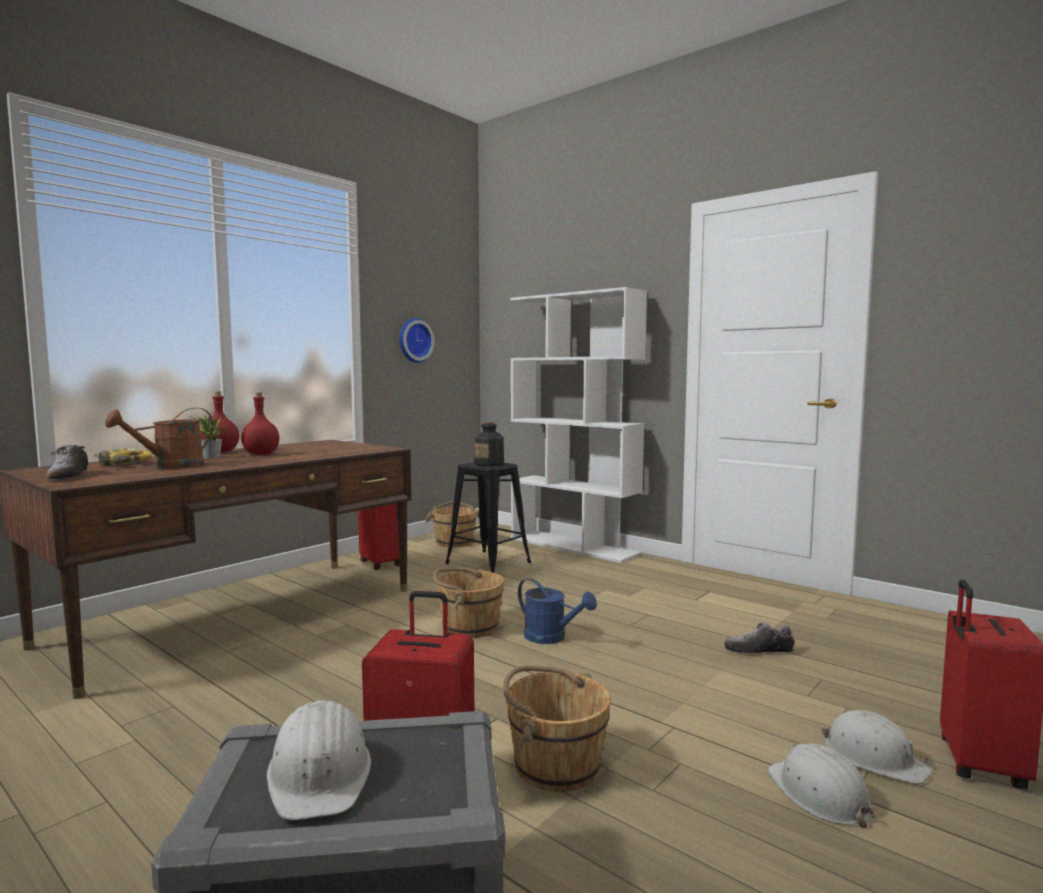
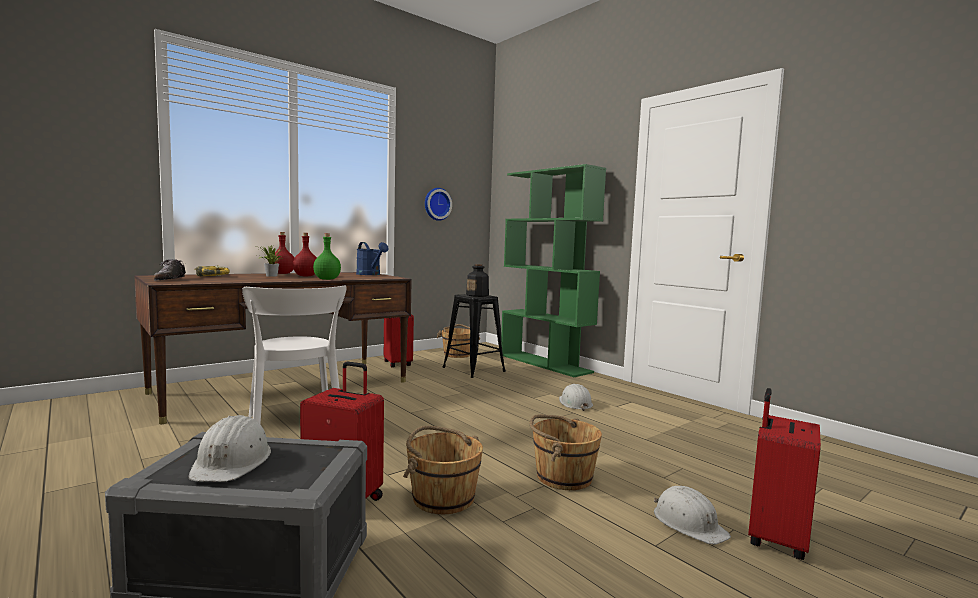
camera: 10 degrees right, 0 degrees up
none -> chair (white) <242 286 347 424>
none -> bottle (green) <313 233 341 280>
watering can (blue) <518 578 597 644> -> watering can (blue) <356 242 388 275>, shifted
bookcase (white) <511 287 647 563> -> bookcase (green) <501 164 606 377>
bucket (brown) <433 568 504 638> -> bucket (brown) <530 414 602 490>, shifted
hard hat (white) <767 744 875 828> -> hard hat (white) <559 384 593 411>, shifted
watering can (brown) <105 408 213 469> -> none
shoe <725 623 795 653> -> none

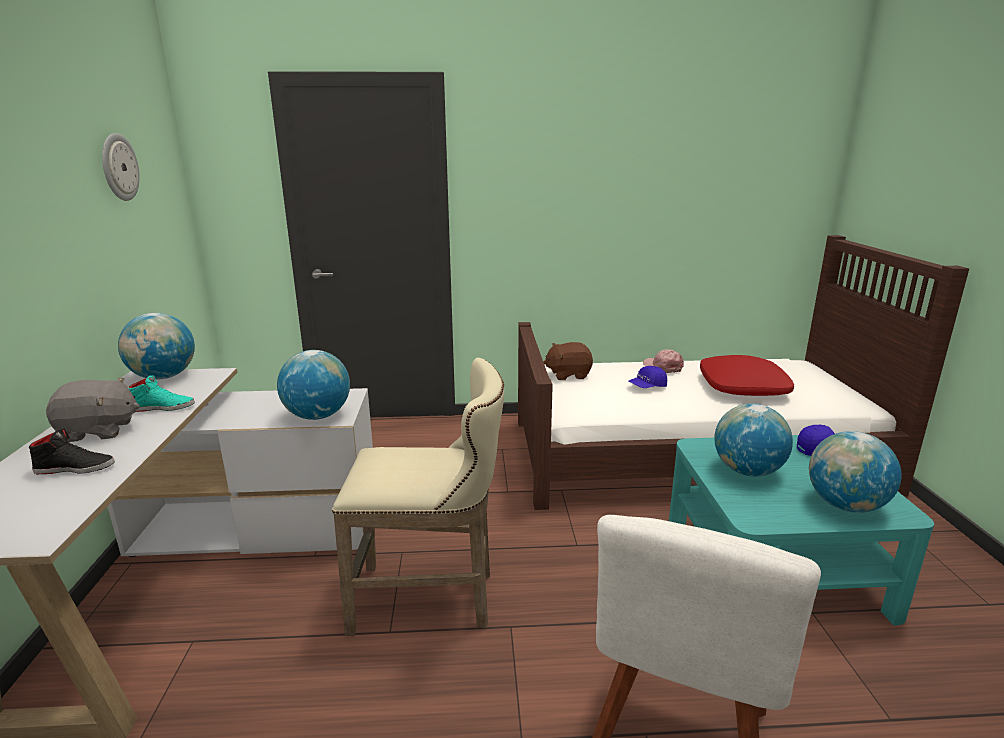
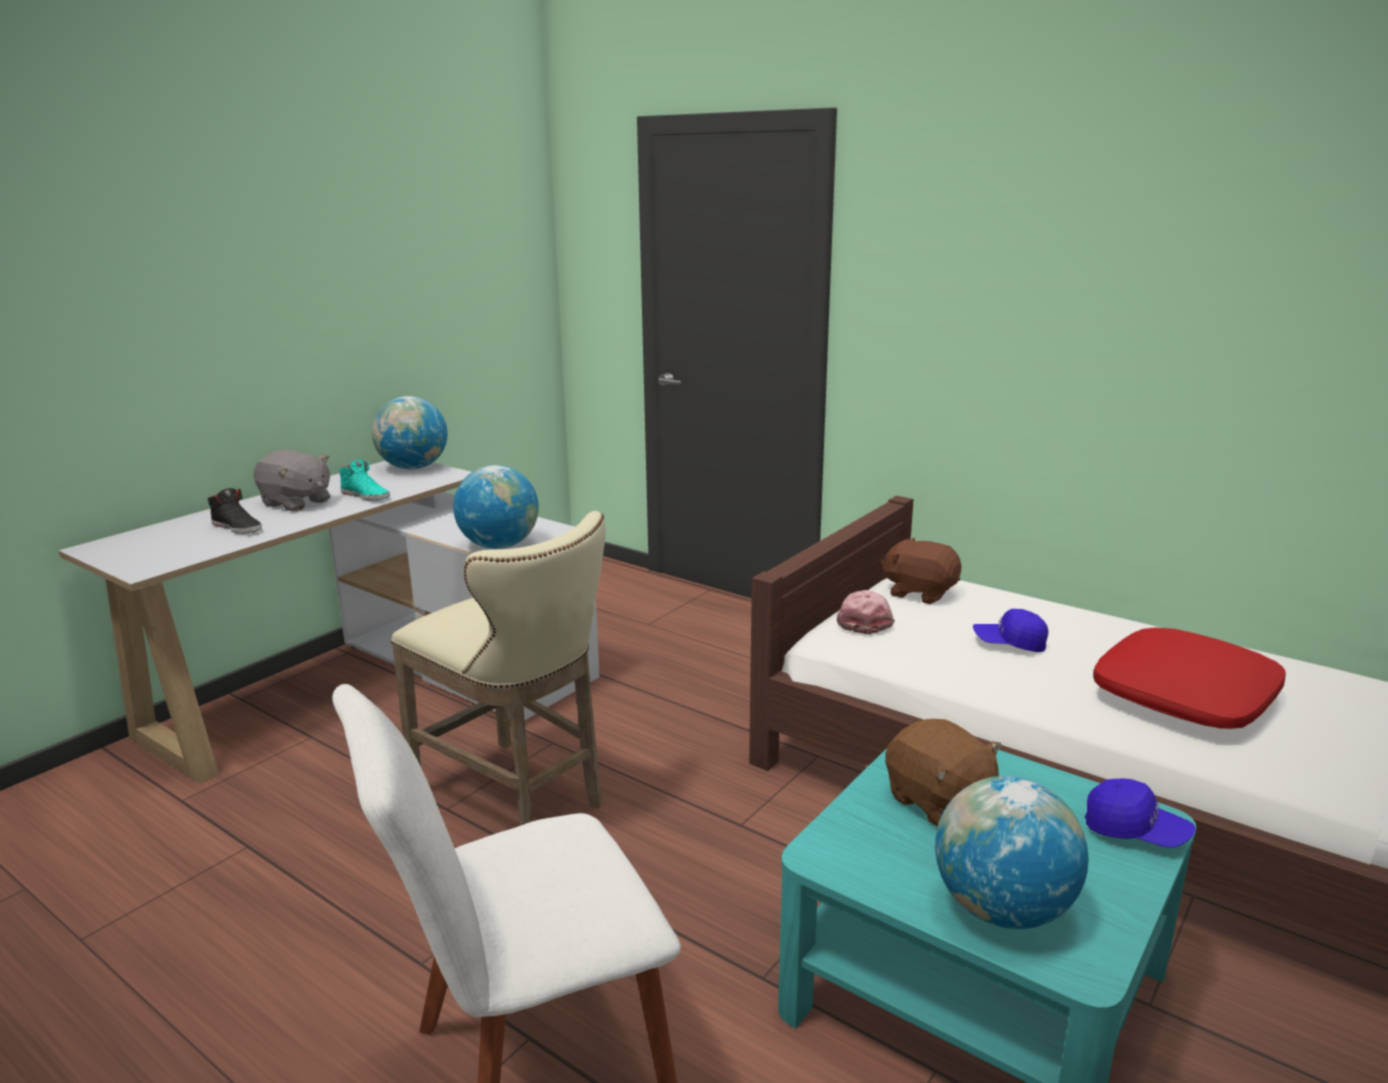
camera: 40 degrees right, 0 degrees up
cap (pink) <643 349 684 373> -> cap (pink) <837 590 895 635>, shifted
globe <714 404 793 477> -> plush toy (brown) <885 719 1002 826>
wall clock <102 133 140 201> -> none

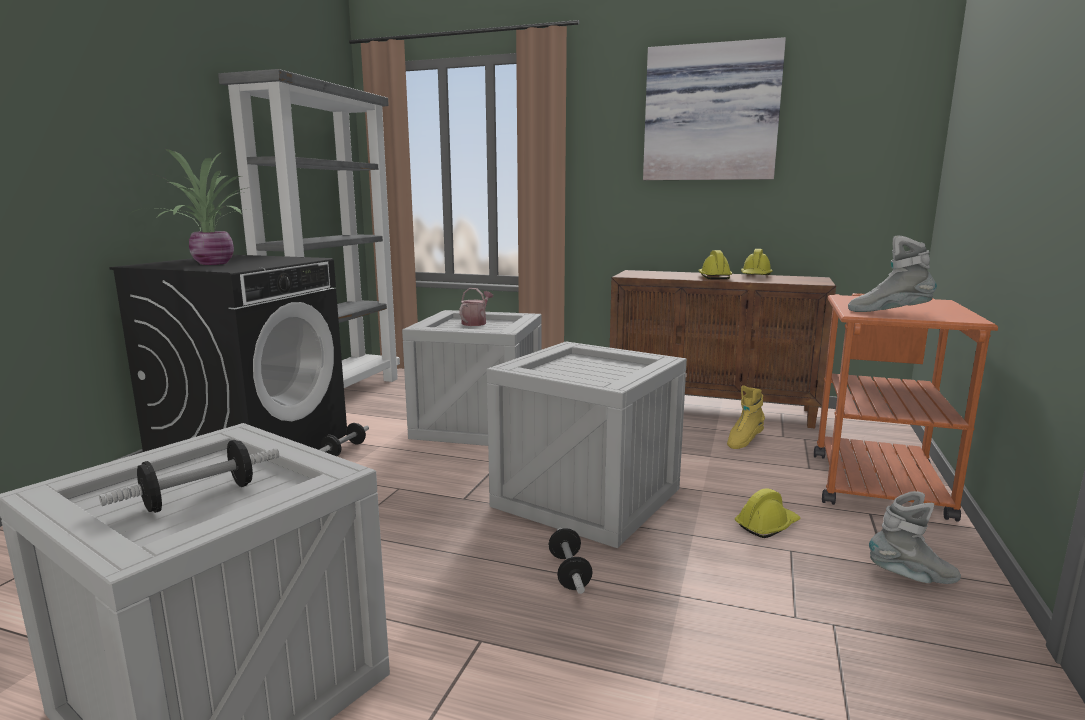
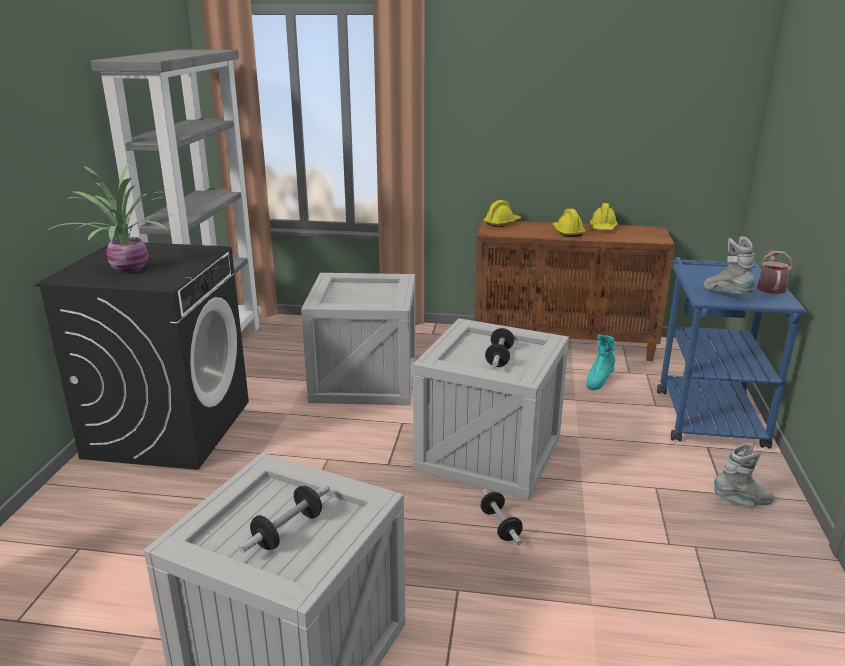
camera: 10 degrees left, 10 degrees up
hard hat (yellow) <735 488 801 538> -> hard hat (yellow) <483 200 521 227>, shifted
dumbbell <319 423 369 456> -> dumbbell <485 328 514 367>, shifted
boot (yellow) <727 385 765 449> -> boot (turquoise) <586 335 615 390>
cart (orange) <814 293 998 522> -> cart (blue) <657 257 807 449>
boot (grey) <848 236 937 312> -> boot (grey) <704 236 756 294>, 60 degrees clockwise
watering can <459 288 493 326> -> watering can <757 250 793 294>, shifted
picture <643 37 786 180> -> none

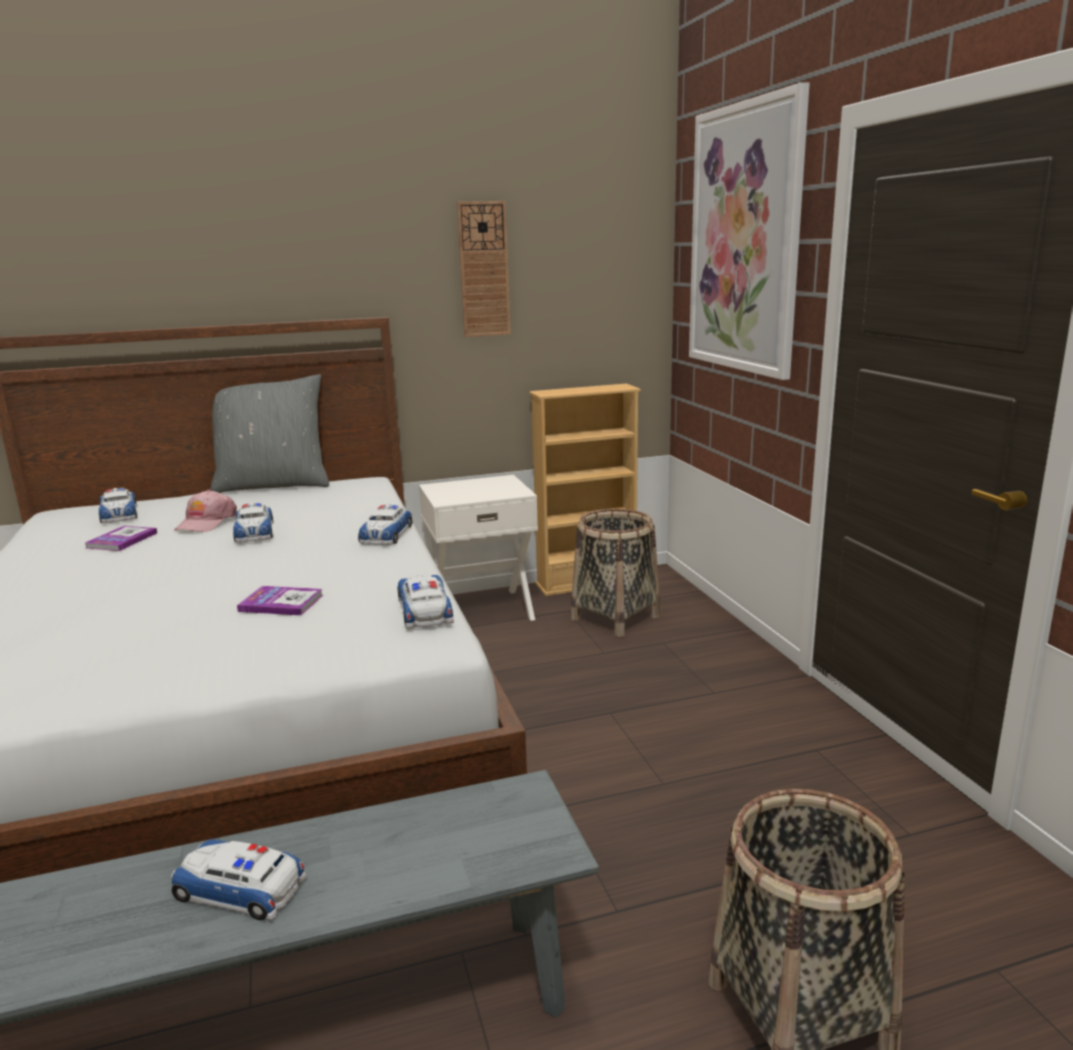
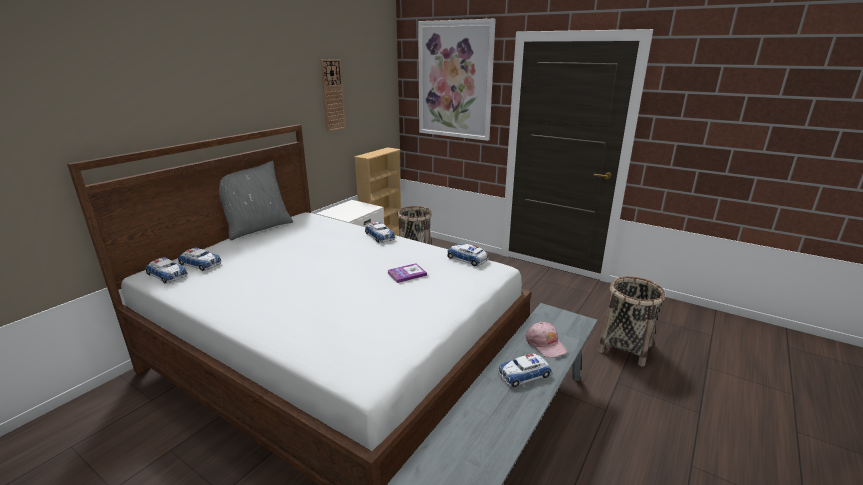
camera: 40 degrees left, 5 degrees up
toy car <233 503 273 542> -> toy car <145 257 187 283>, shifted
cap (pink) <174 490 237 532> -> cap (pink) <526 322 567 358>, shifted
book <85 526 157 551> -> none

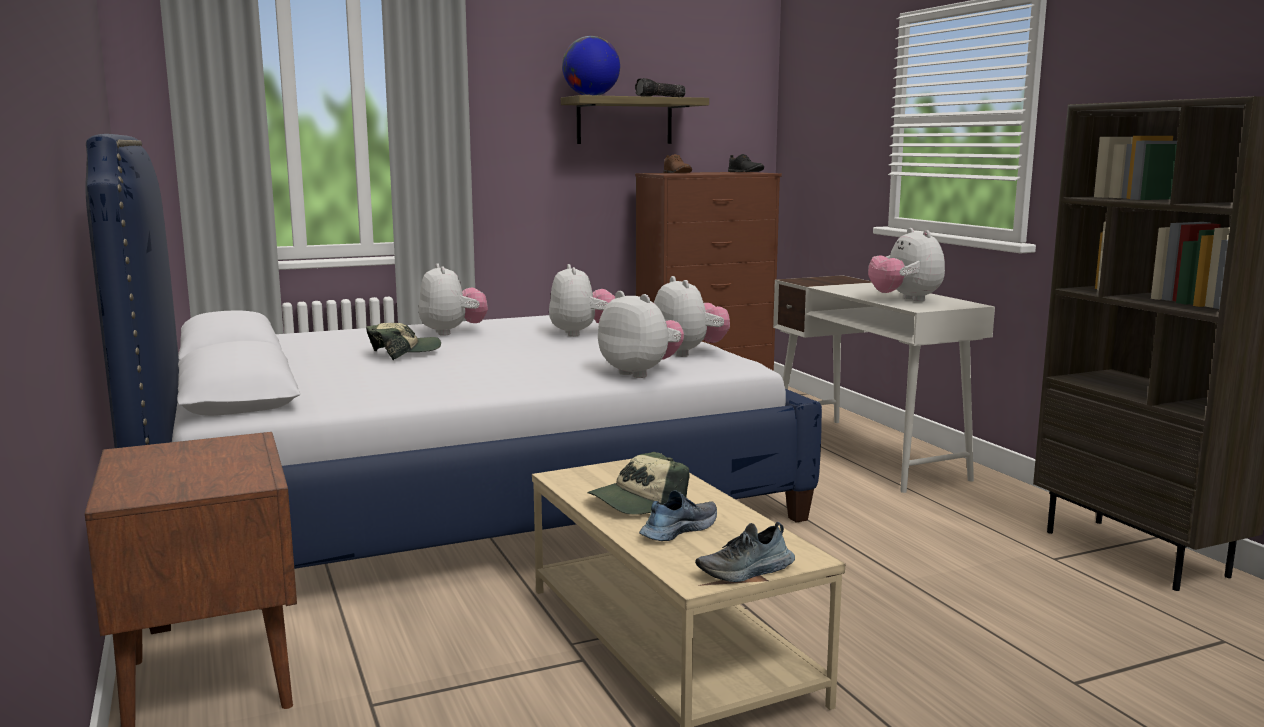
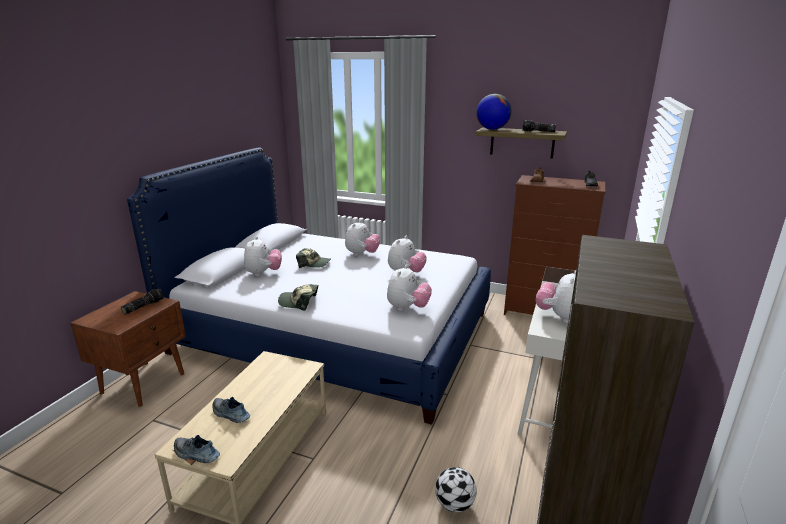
camera: 45 degrees right, 10 degrees up
none -> flashlight <121 289 164 315>
shoe <639 490 717 541> -> shoe <212 397 250 423>, 150 degrees counterclockwise
plush toy <598 291 684 378> -> plush toy <244 236 282 276>, shifted
cap <587 452 689 515> -> cap <278 284 318 311>, shifted
none -> football <435 467 477 512>

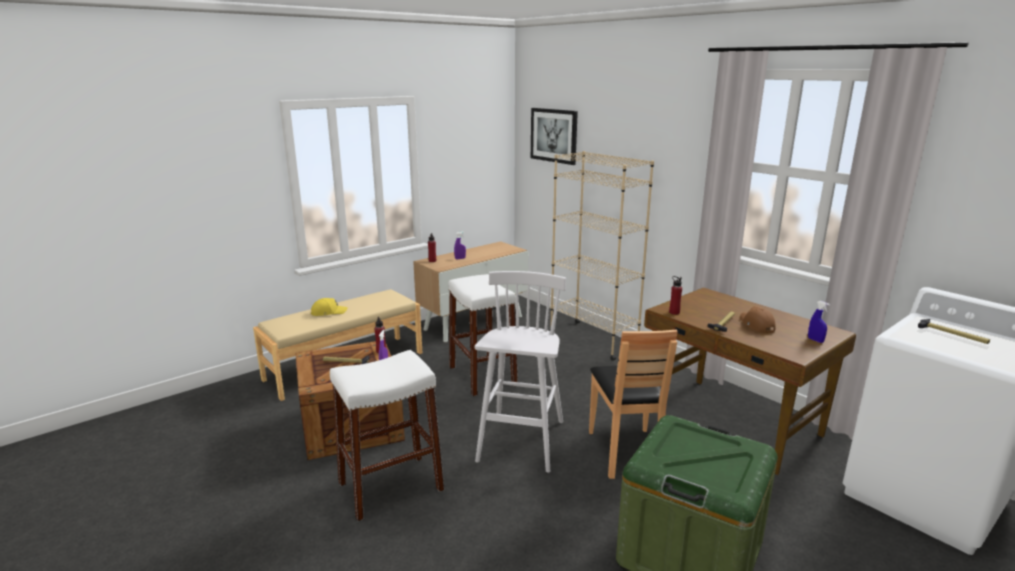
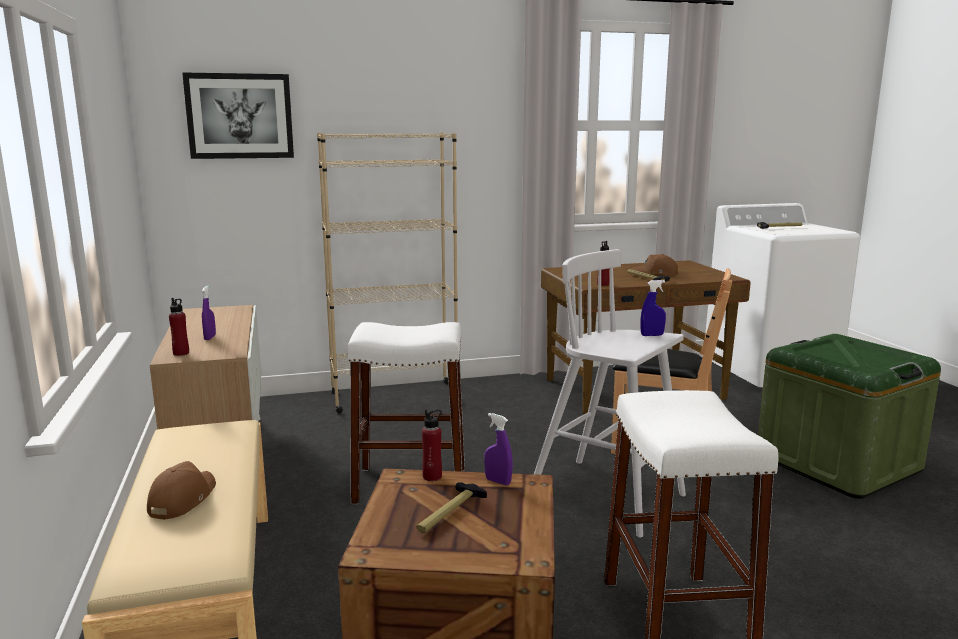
camera: 65 degrees left, 5 degrees down
cap (yellow) <311 298 348 316> -> cap (brown) <147 461 216 520>
spray bottle (blue) <808 301 830 343> -> spray bottle (blue) <641 280 666 336>, shifted

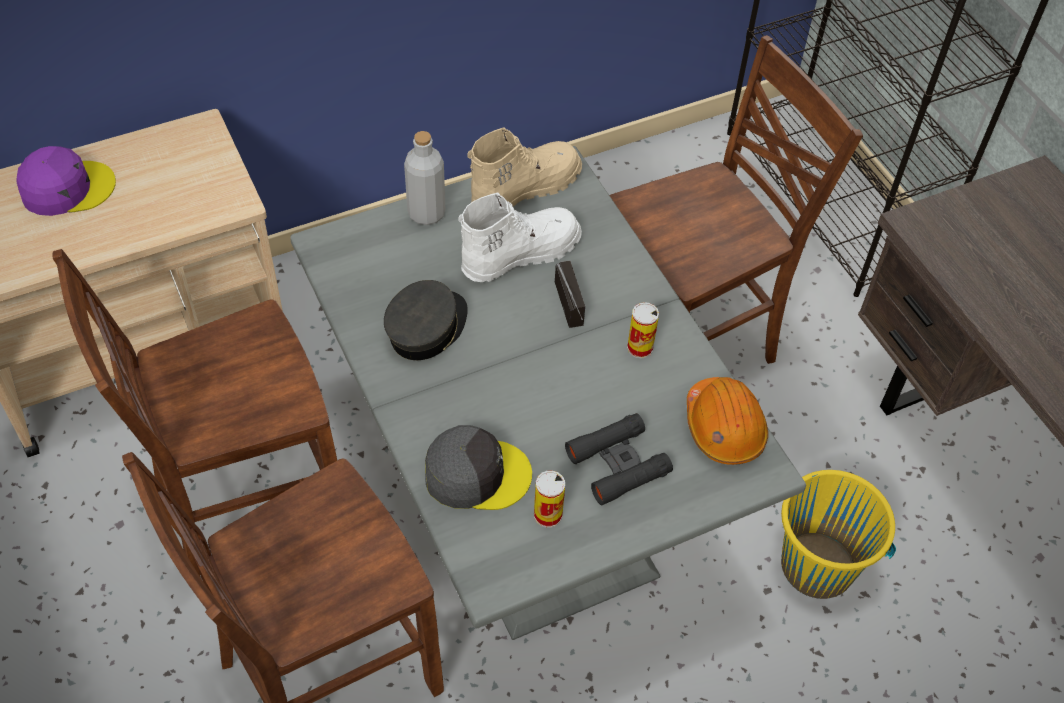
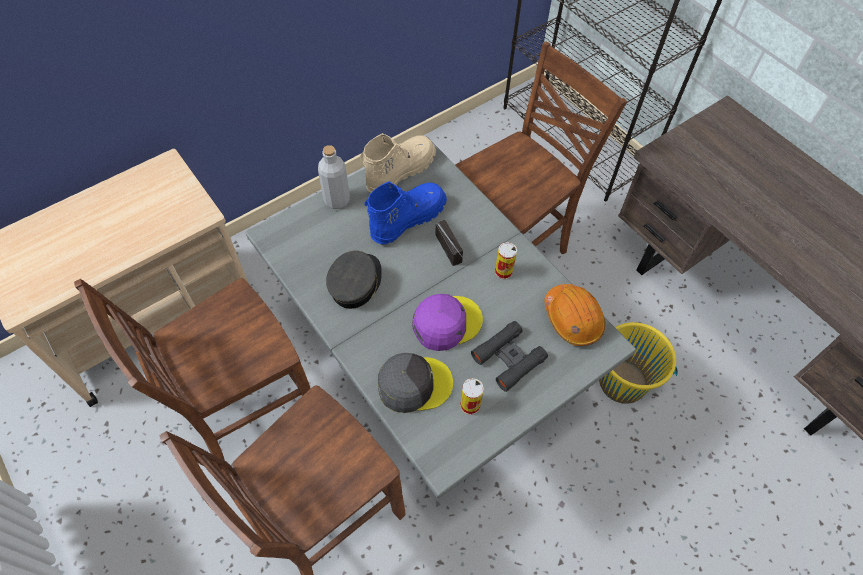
camera: 10 degrees left, 5 degrees up
boot (white) <458 193 582 282> -> boot (blue) <365 181 447 244>
cap (purple) <16 146 116 216> -> cap (purple) <412 294 483 351>, shifted

